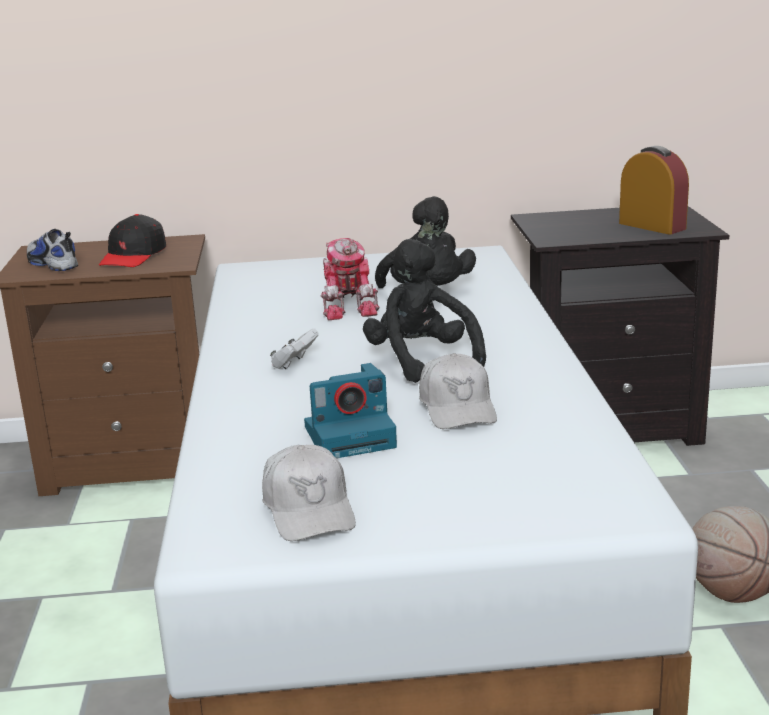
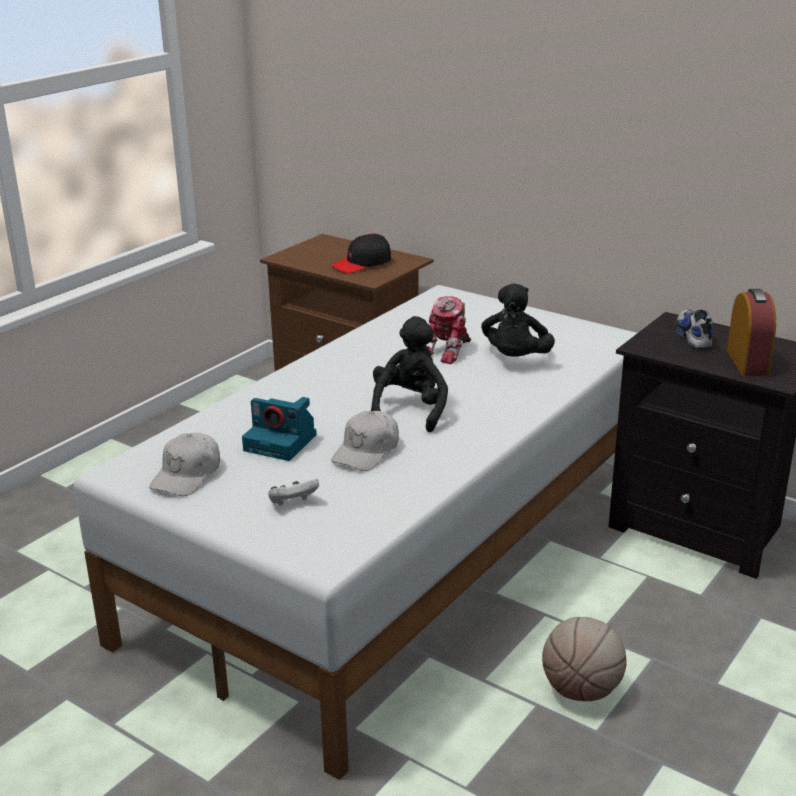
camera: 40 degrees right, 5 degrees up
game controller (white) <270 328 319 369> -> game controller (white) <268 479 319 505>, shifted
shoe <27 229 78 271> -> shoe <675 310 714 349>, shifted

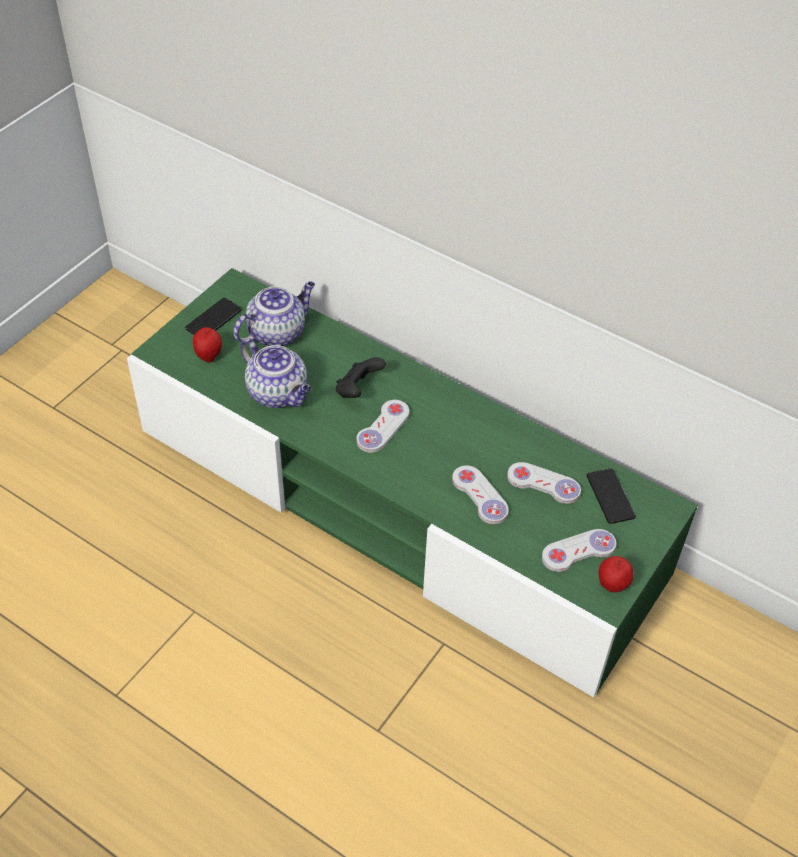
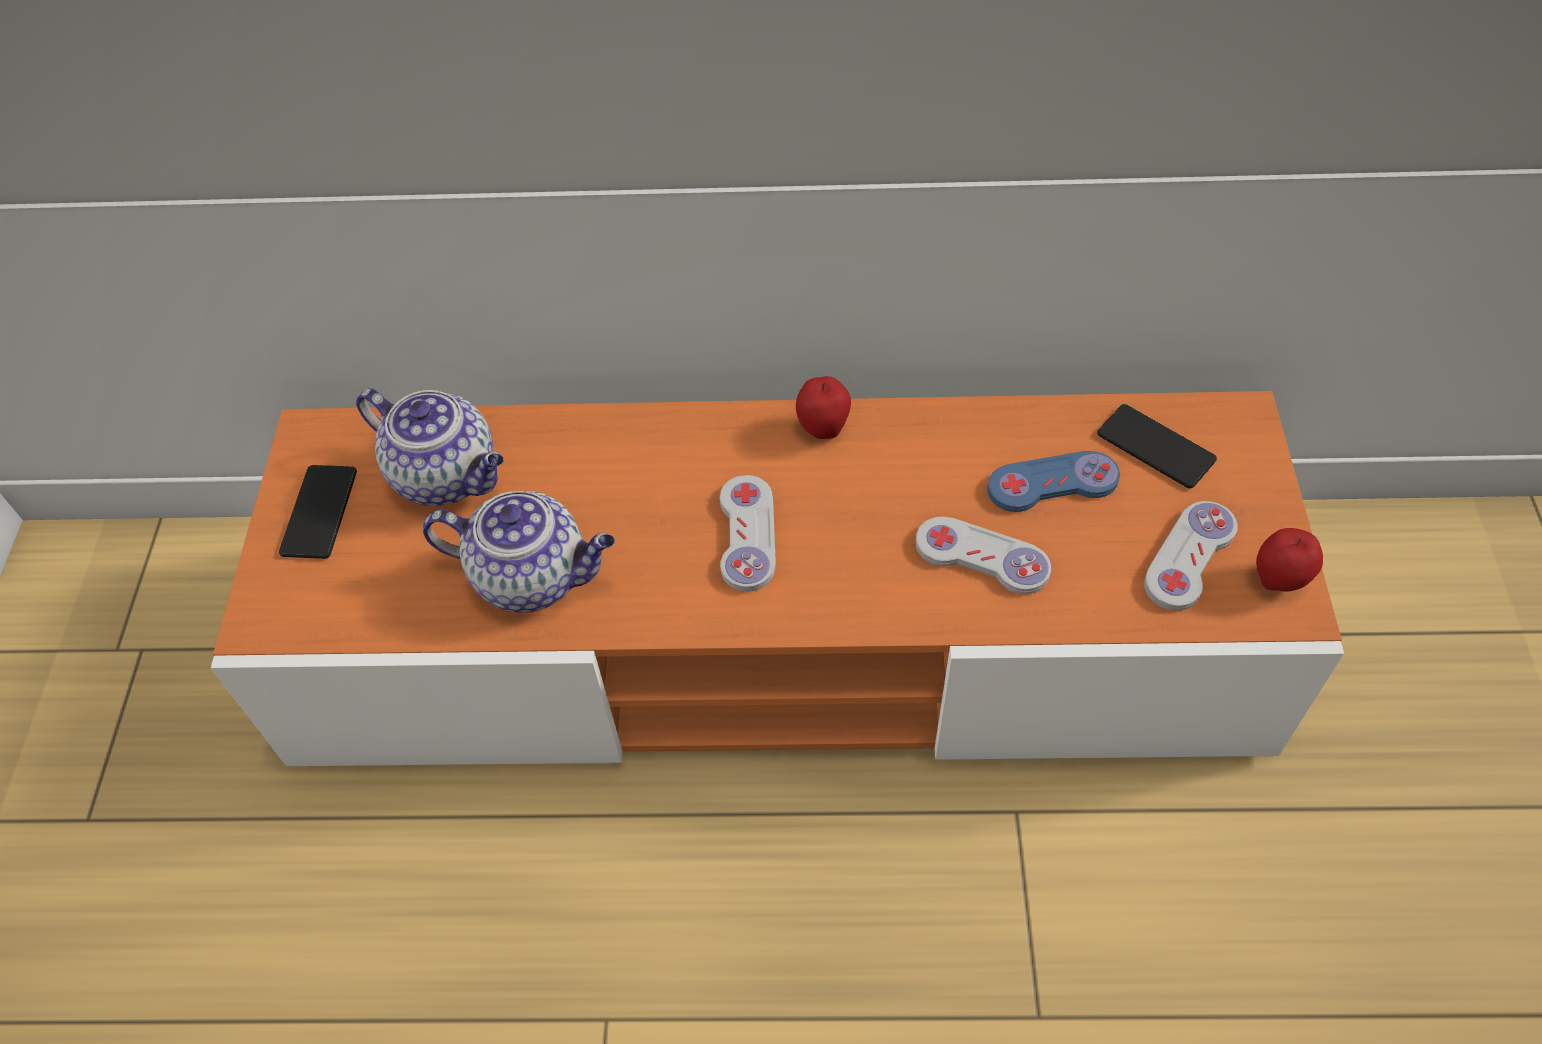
camera: 30 degrees left, 5 degrees up
tv stand (green) <127 268 698 698> -> tv stand (orange) <211 391 1344 766>
teapot <233 282 315 347> -> teapot <356 388 504 506>, 105 degrees clockwise
apple <193 327 222 363> -> apple <796 376 851 439>, shifted
game controller (white) <507 462 581 504> -> game controller (blue) <987 451 1120 512>
game controller (black) <336 357 386 398> -> none

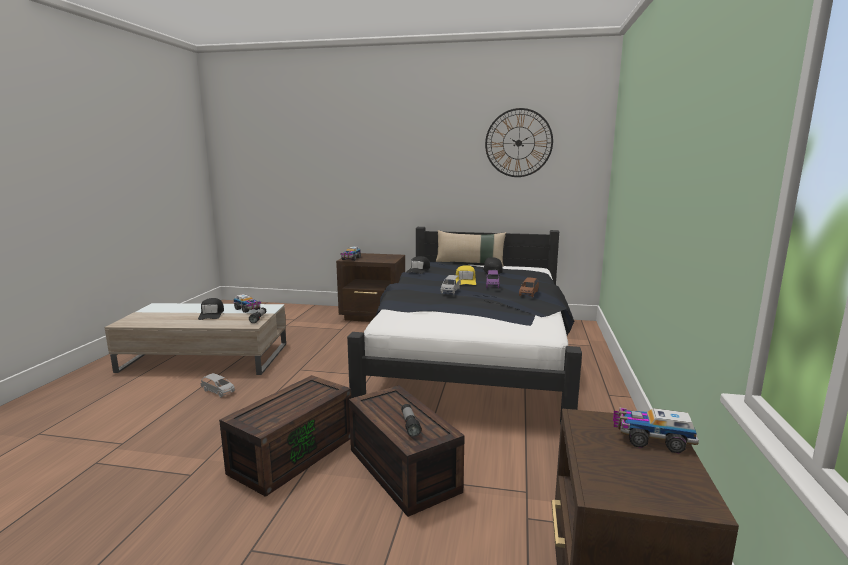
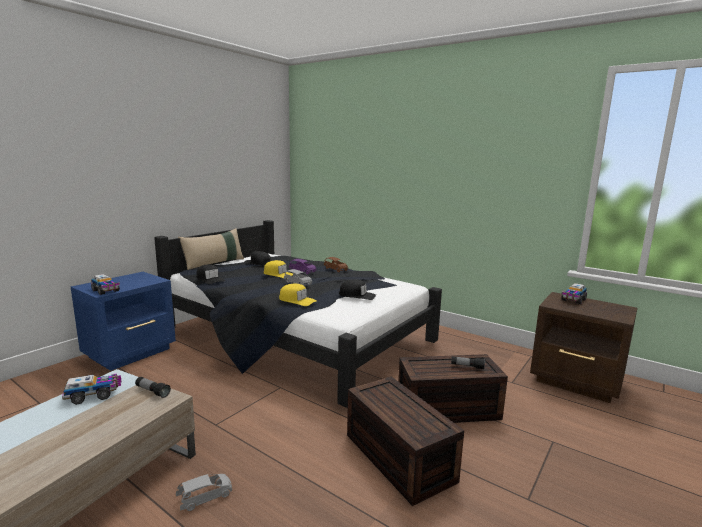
camera: 65 degrees left, 0 degrees up
nightstand (brown) <336 253 405 322> -> nightstand (blue) <71 272 176 371>
none -> cap (yellow) <279 283 317 306>
cap (black) <198 298 224 320> -> cap (black) <339 279 376 300>, shifted
wall clock <485 108 553 177> -> none

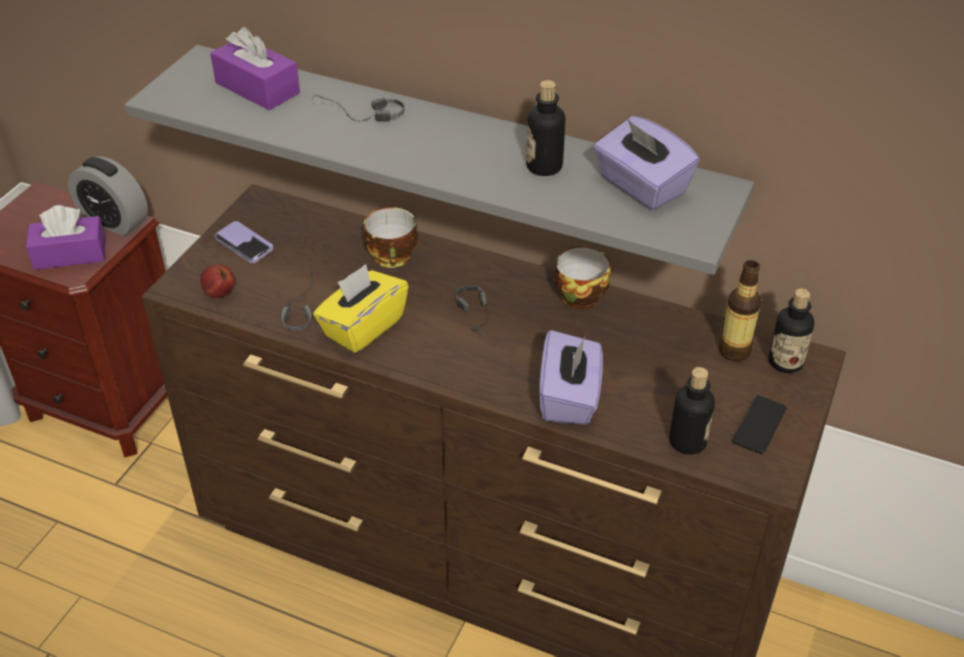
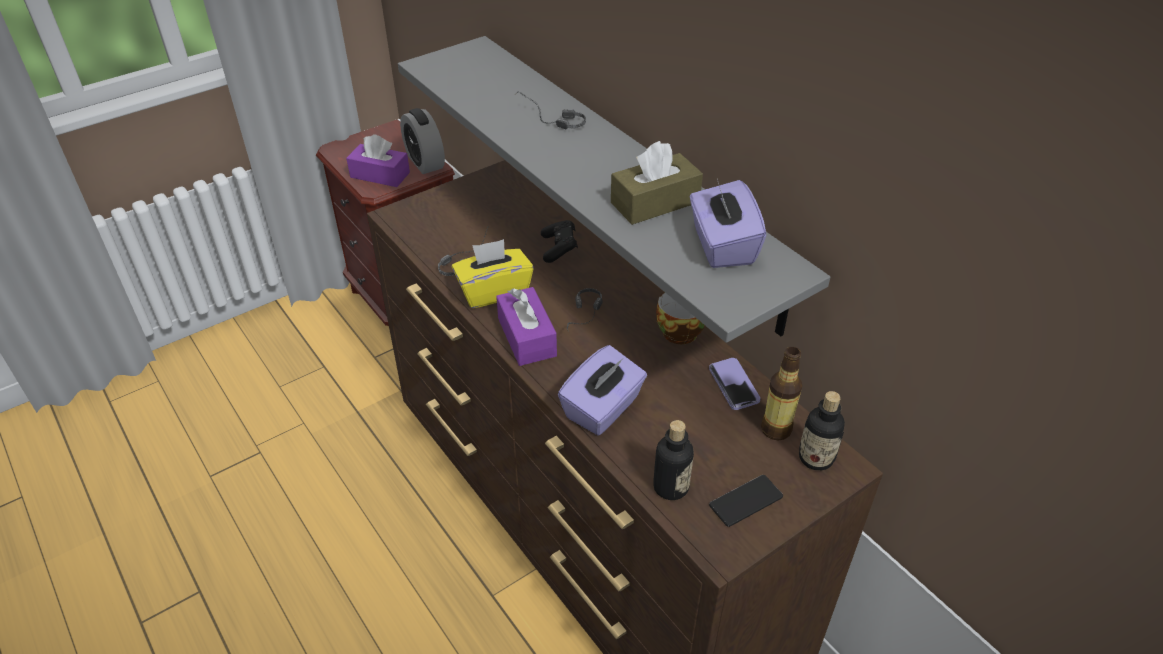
camera: 30 degrees right, 0 degrees up
tissue box (purple) <210 27 300 110> -> tissue box (purple) <496 287 557 366>, shifted
cup <363 207 418 268> -> game controller (black) <541 220 578 263>
bottle <526 80 565 176> -> tissue box (brown) <611 141 703 225>
phone <215 221 274 263> -> phone <709 358 760 410>, shifted
apple <200 264 235 298> -> none

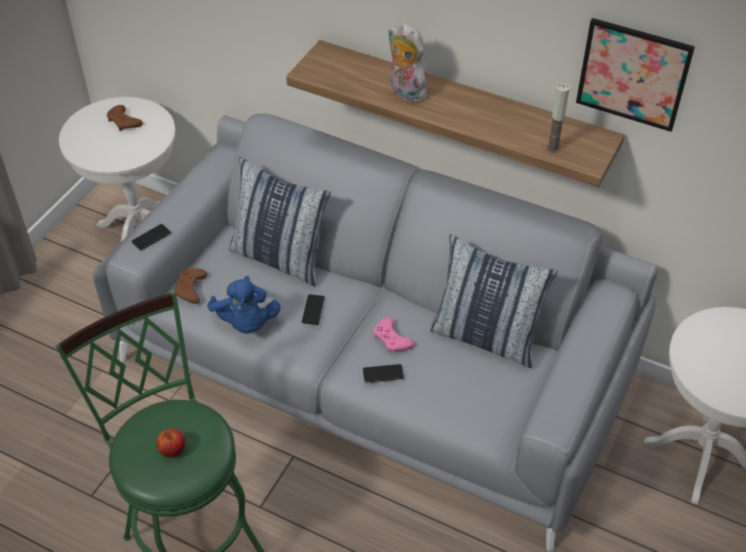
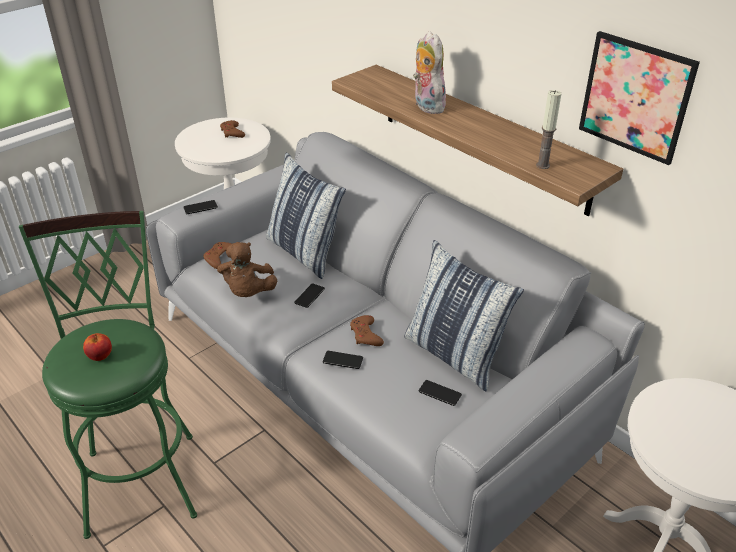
camera: 20 degrees right, 10 degrees down
plush toy (blue) <207 276 281 334> -> plush toy (brown) <217 242 277 297>
game controller (pink) <373 317 415 353> -> game controller (brown) <350 315 384 346>
none -> phone <418 380 462 406>

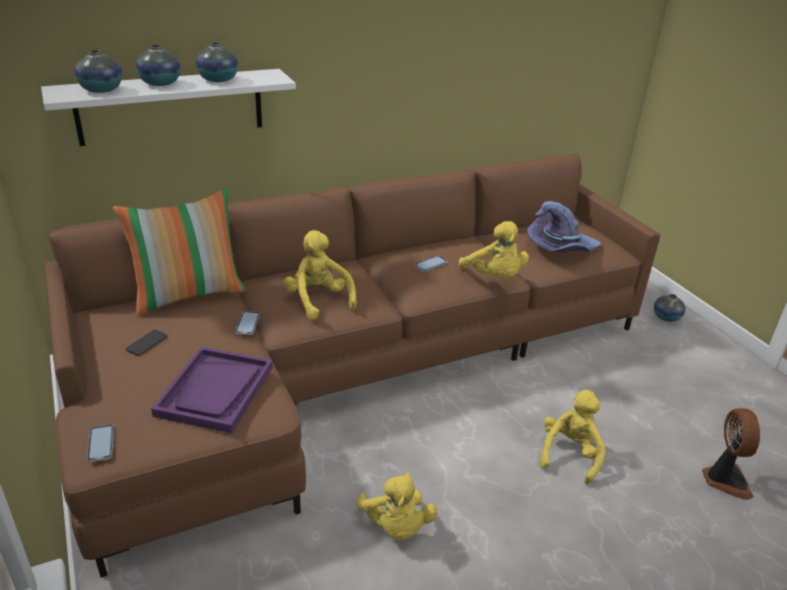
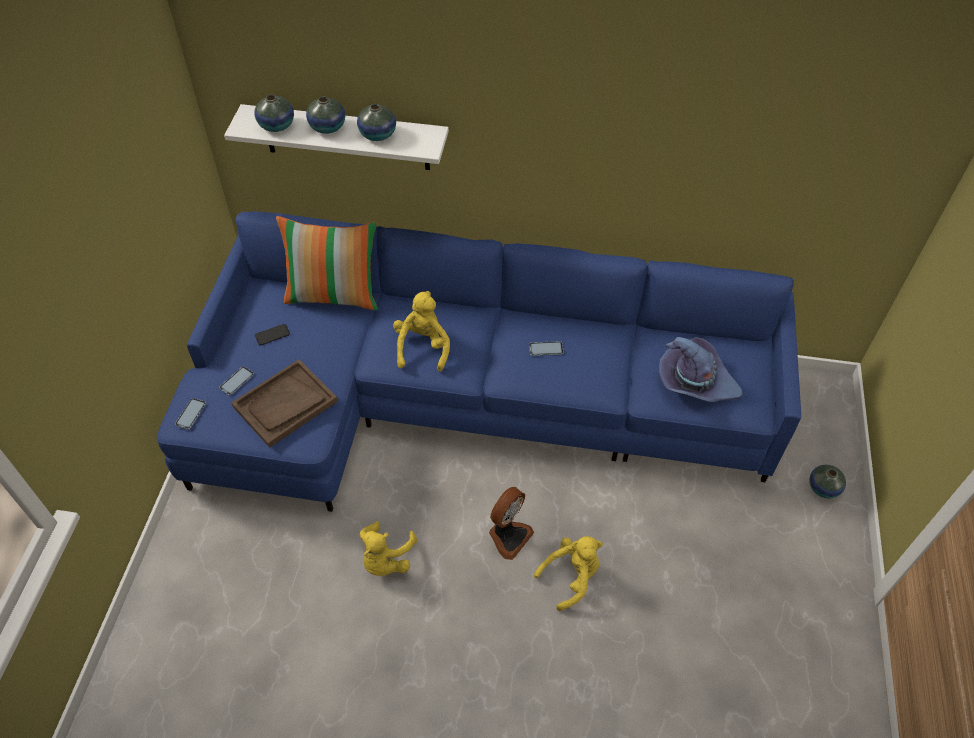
camera: 35 degrees right, 20 degrees up
sofa (brown) <45 153 660 578> -> sofa (blue) <157 211 801 512>
phone <235 311 260 335> -> phone <219 366 254 395>, shifted
tray (purple) <151 347 273 433> -> tray (brown) <231 359 338 448>
fan <702 408 760 500> -> fan <489 487 534 560>, shifted
plush toy (yellow) <459 221 529 278> -> none

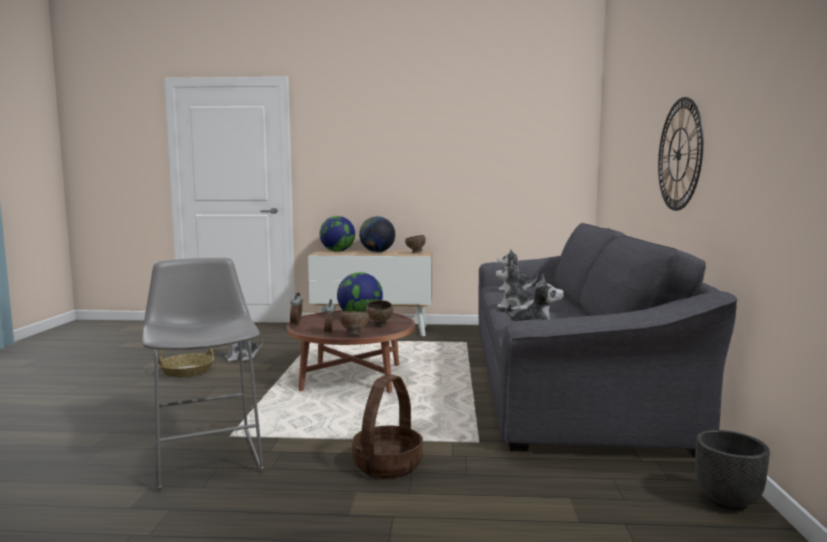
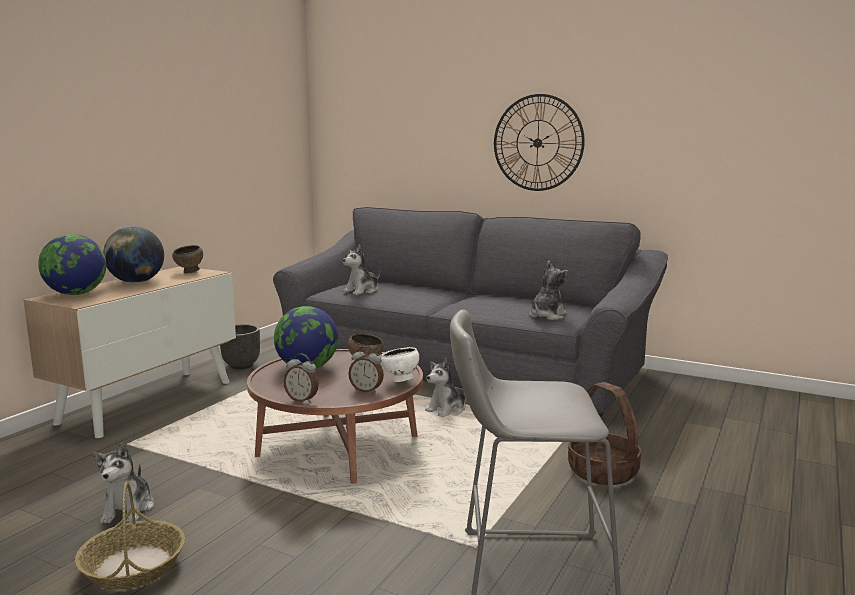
camera: 65 degrees left, 5 degrees up
planter (black) <695 430 770 511> -> planter (black) <220 324 260 369>, shifted
bowl (brown) <339 311 369 334> -> bowl (white) <381 347 419 382>
plush toy <496 260 534 310> -> plush toy <425 358 465 417>, shifted

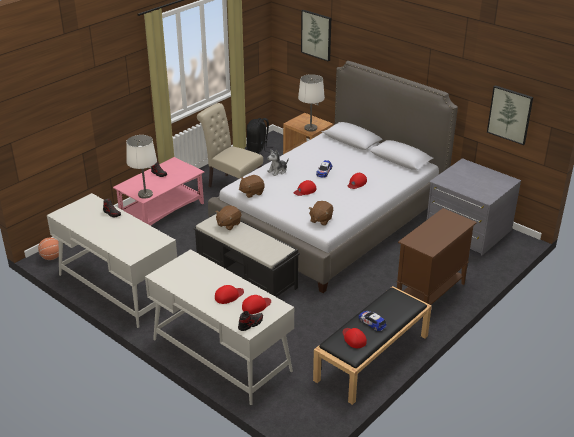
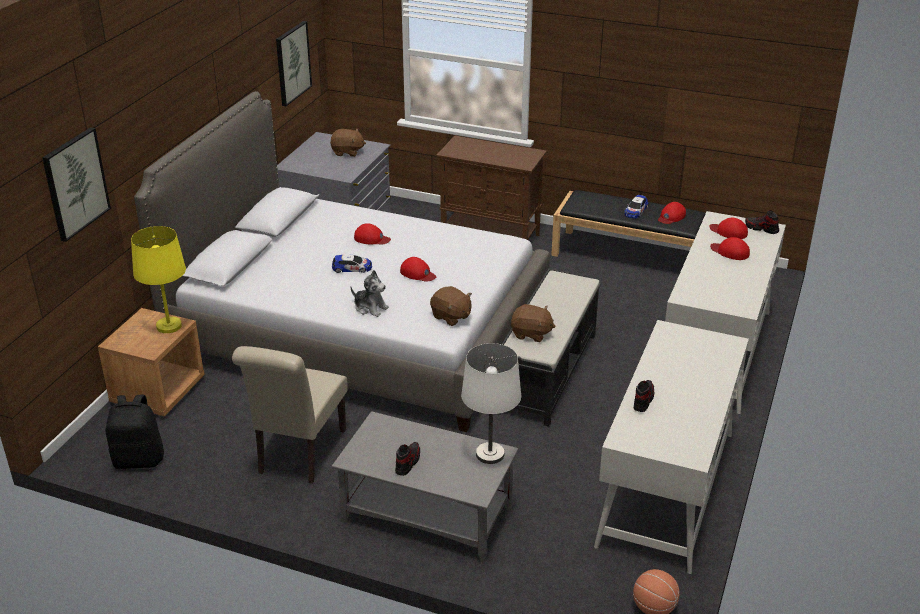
camera: 110 degrees left, 0 degrees up
table lamp (white) <298 74 325 132> -> table lamp (yellow) <131 226 186 333>
plush toy (brown) <309 201 333 226> -> plush toy (brown) <330 129 366 157>, shifted
coffee table (pink) <113 157 205 226> -> coffee table (grey) <332 411 519 563>

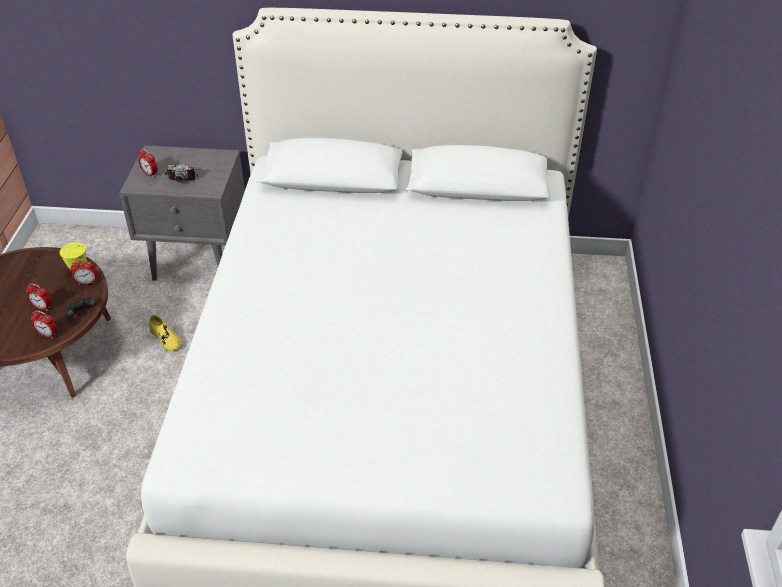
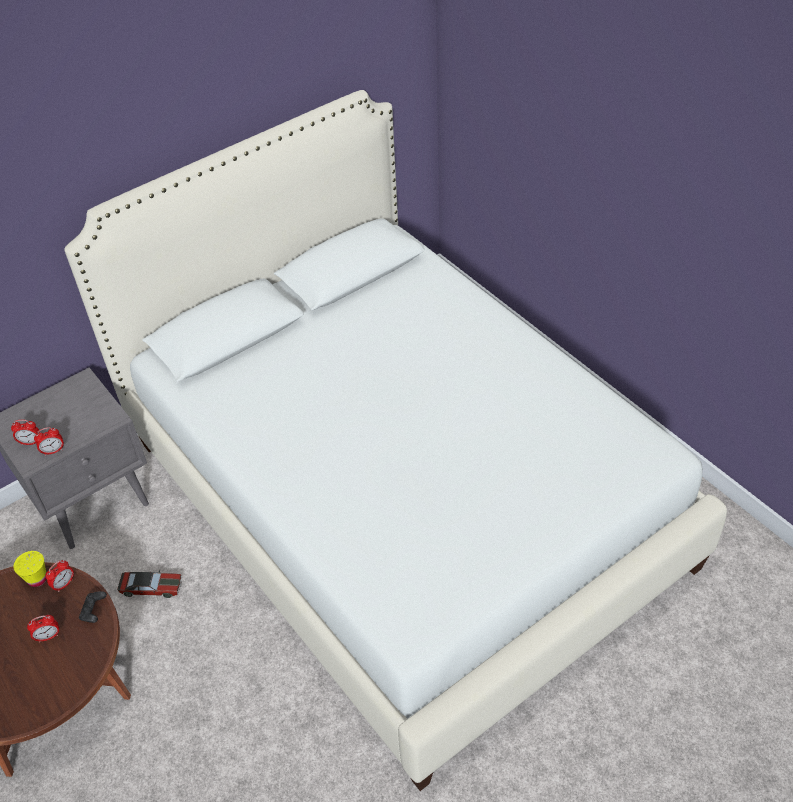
camera: 40 degrees left, 5 degrees up
alarm clock <31 311 57 338> -> alarm clock <34 427 64 456>, shifted
shoe (yellow) <149 315 182 351> -> toy car <117 570 182 598>
photo camera <165 164 199 183> -> none

